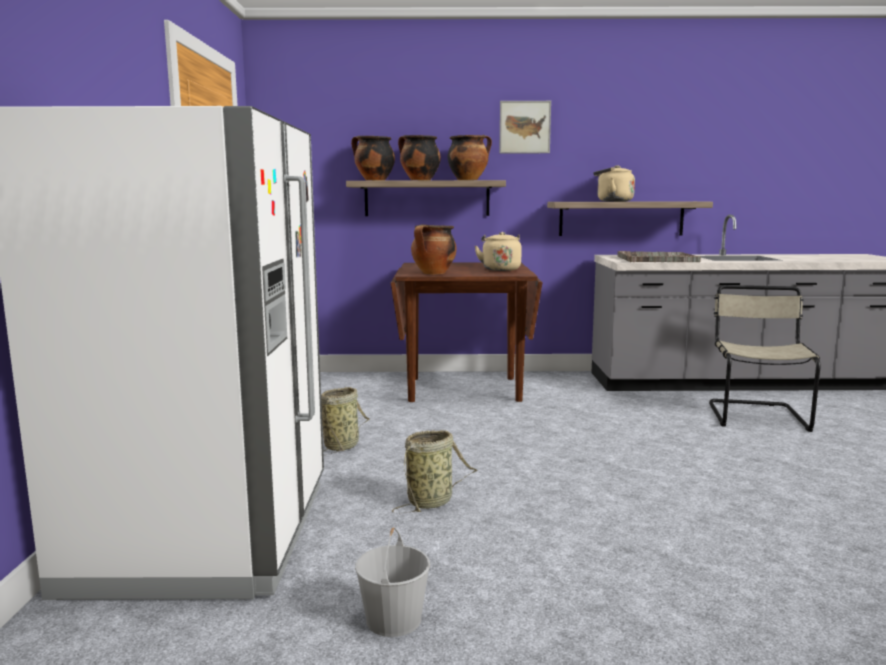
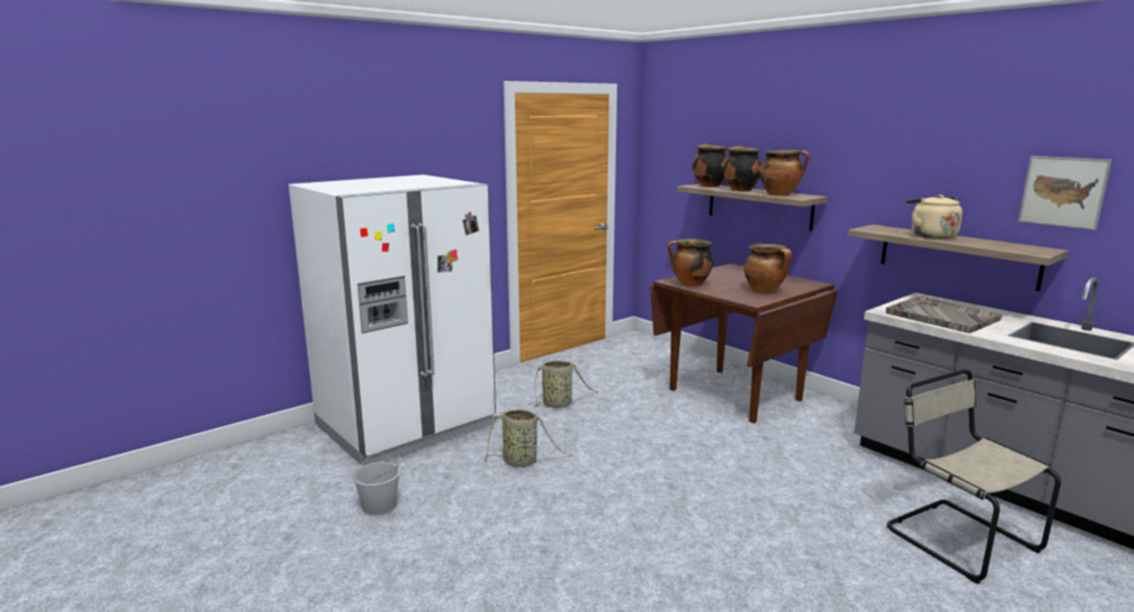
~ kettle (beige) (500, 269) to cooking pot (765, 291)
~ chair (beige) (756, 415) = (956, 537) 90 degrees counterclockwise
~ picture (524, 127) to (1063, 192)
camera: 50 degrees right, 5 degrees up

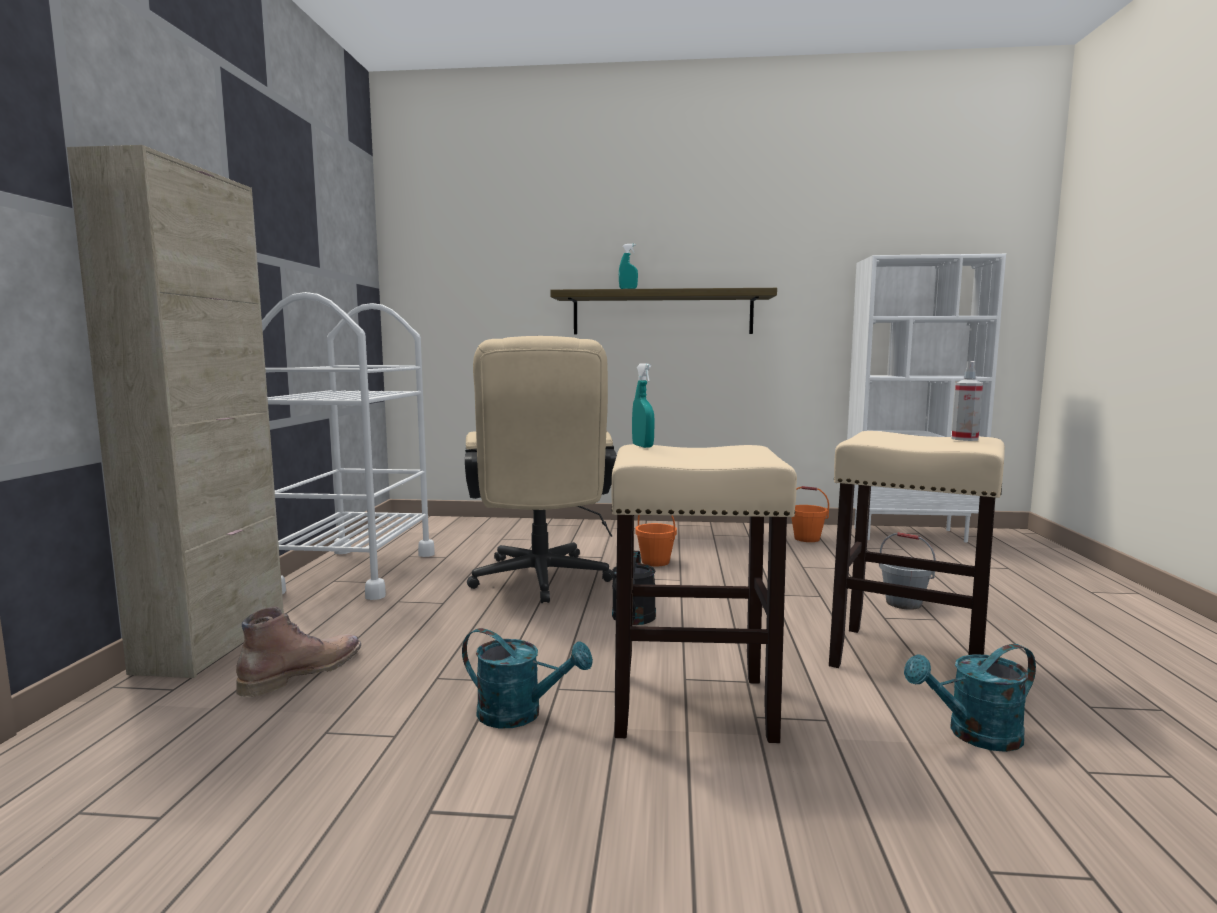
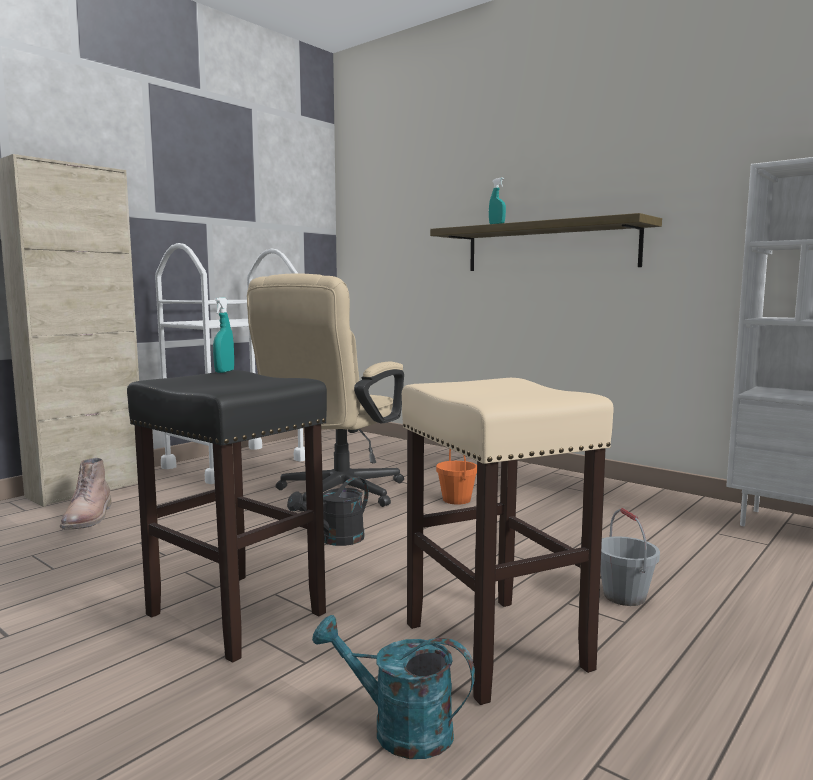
~ boot (brown) (302, 672) = (89, 518) 105 degrees clockwise
~ stool (beige) (694, 706) to stool (black) (238, 614)
- watering can (turquoise) (520, 714)
- bucket (orange) (807, 539)
- spray bottle (964, 439)
camera: 35 degrees right, 0 degrees up

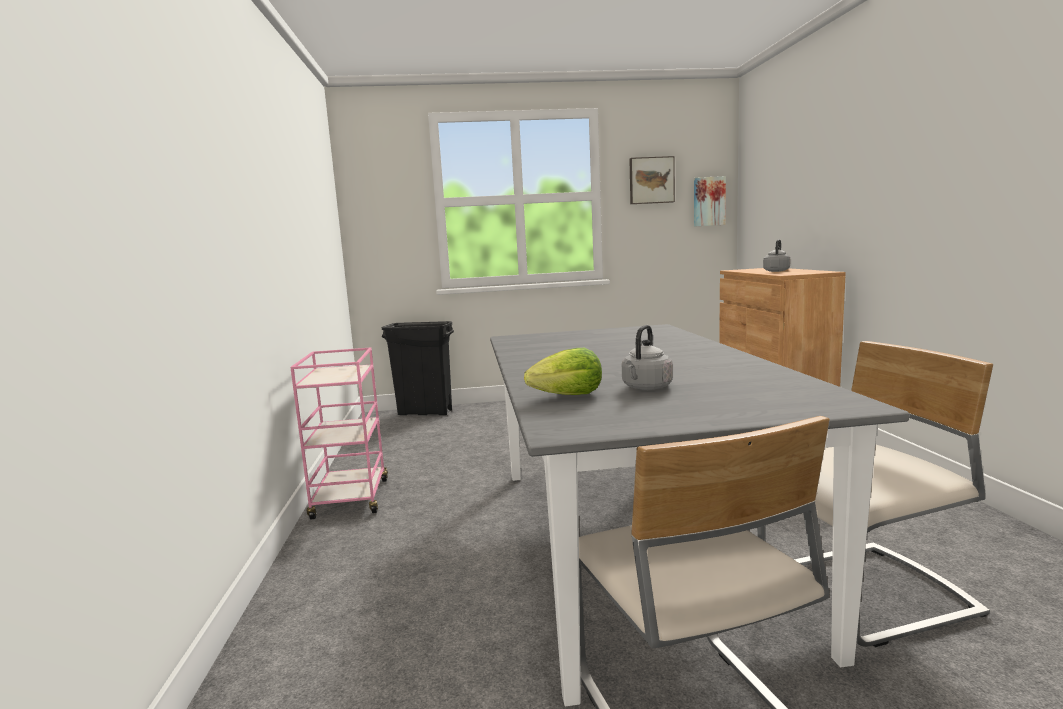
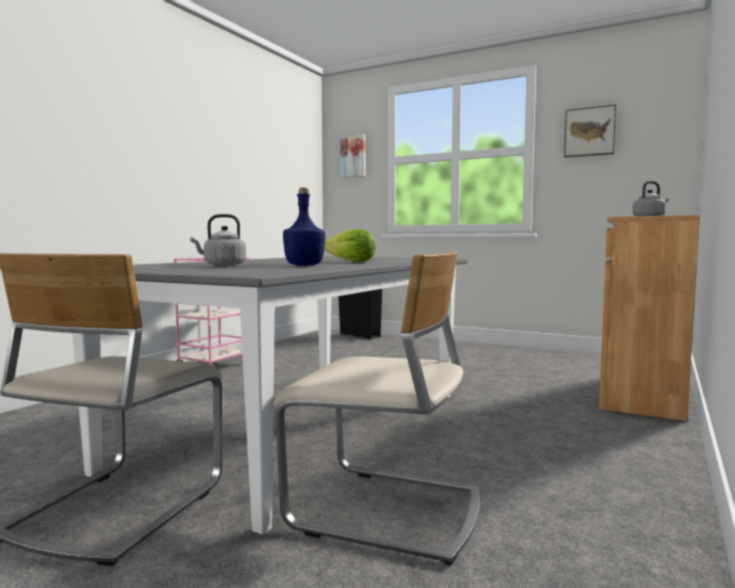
+ bottle (blue) (304, 265)
~ lettuce (568, 396) to (352, 262)
~ picture (708, 201) to (353, 156)
camera: 35 degrees right, 5 degrees down

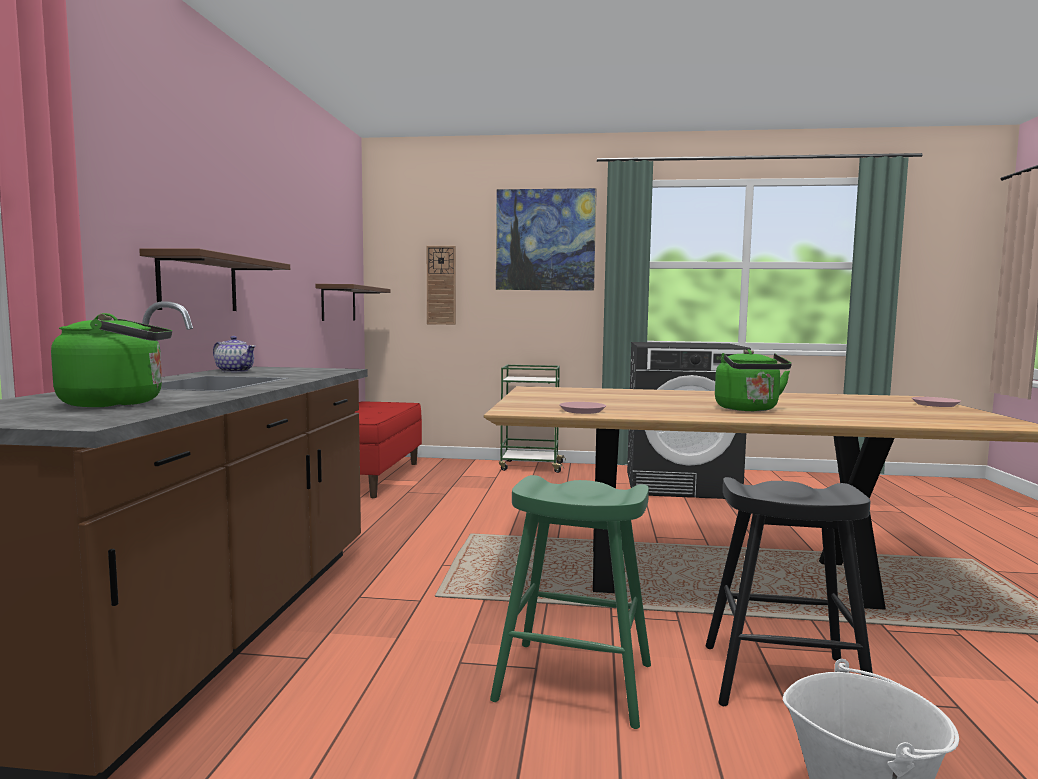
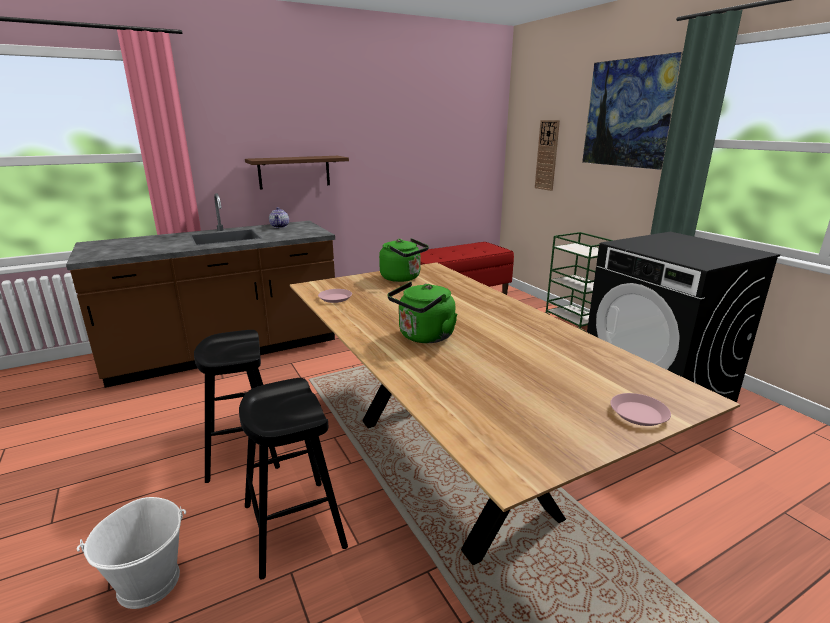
~ stool (green) (575, 682) to stool (black) (243, 450)
~ kettle (green) (119, 403) to (403, 278)
- shelf (brown) (338, 303)
camera: 55 degrees right, 15 degrees up

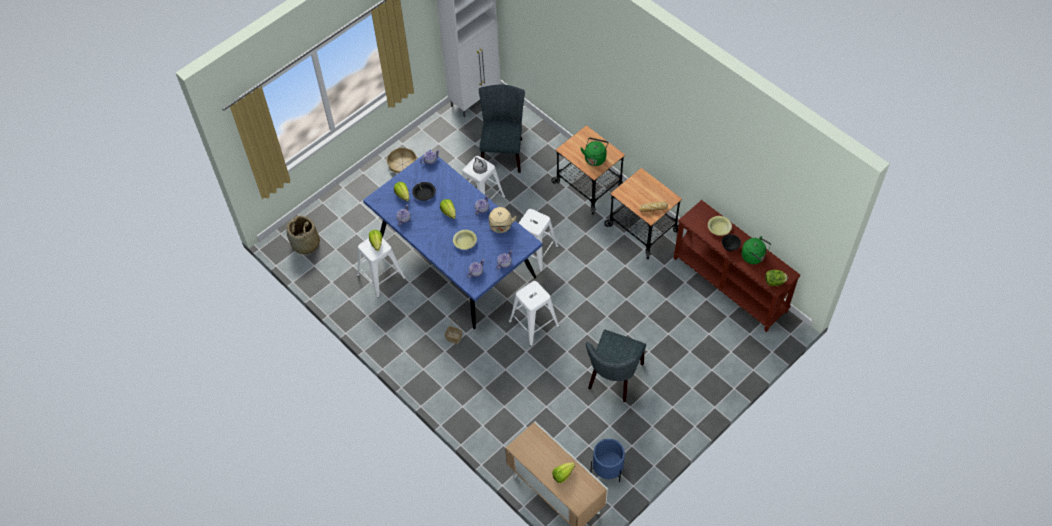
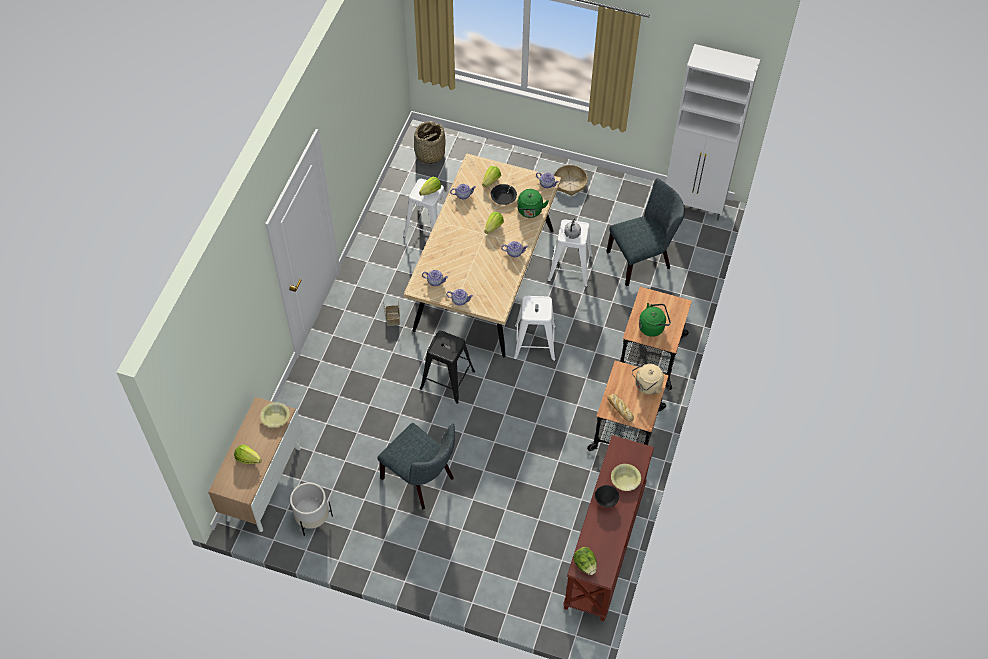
~ bowl (yellow) (465, 242) to (275, 417)
~ planter (blue) (607, 469) to planter (white) (312, 518)
~ chair (grey) (613, 379) = (421, 480) 135 degrees counterclockwise
~ dining table (blue) (455, 259) to dining table (beige) (484, 279)
~ stool (white) (533, 324) to stool (black) (446, 380)
~ kettle (green) (754, 257) to (530, 211)
~ kettle (beige) (501, 227) to (646, 386)
camera: 60 degrees right, 0 degrees up

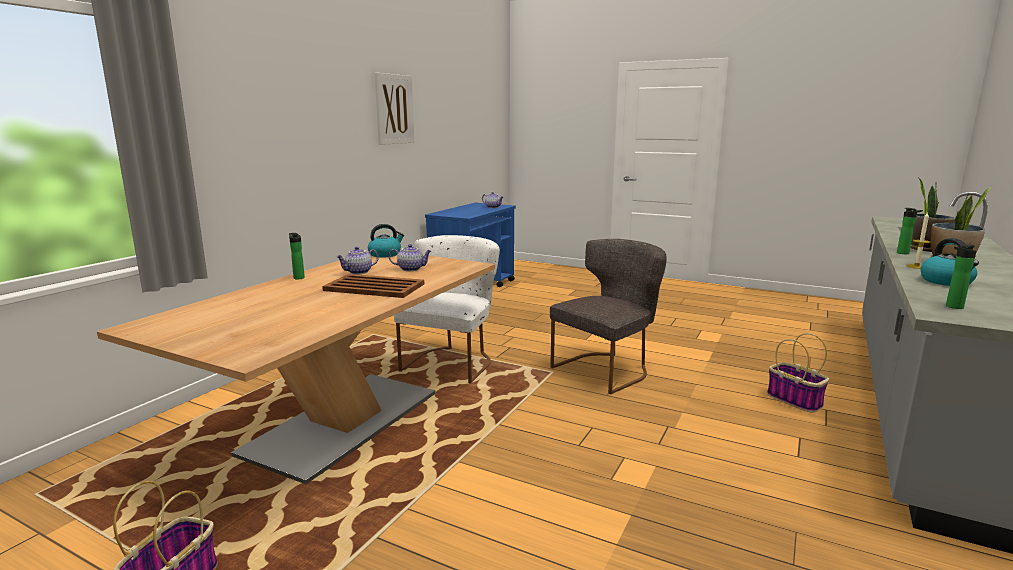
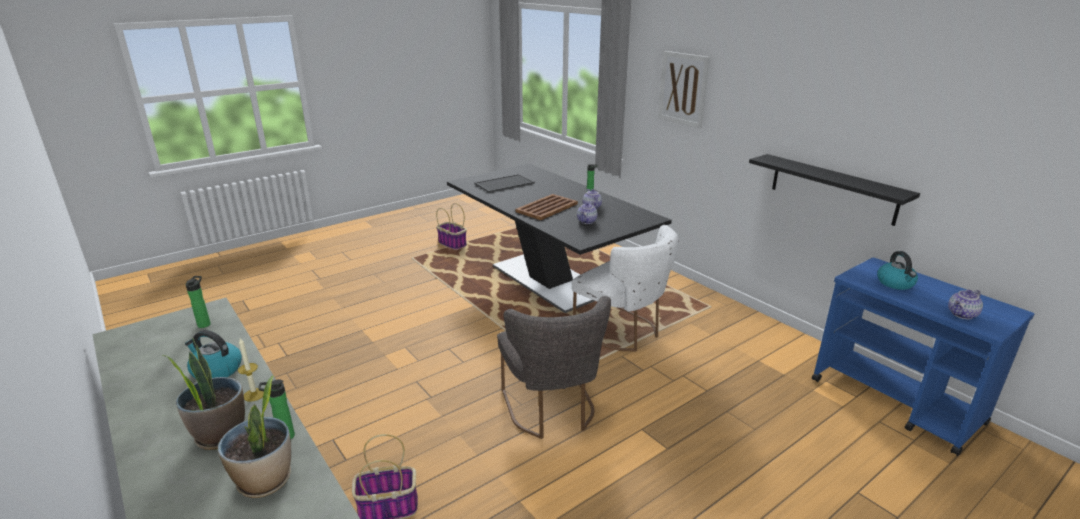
~ dining table (beige) (344, 423) to dining table (black) (549, 280)
+ tray (504, 184)
~ picture (394, 109) to (683, 89)
+ shelf (black) (832, 189)
~ kettle (385, 254) to (895, 283)
camera: 115 degrees right, 10 degrees up

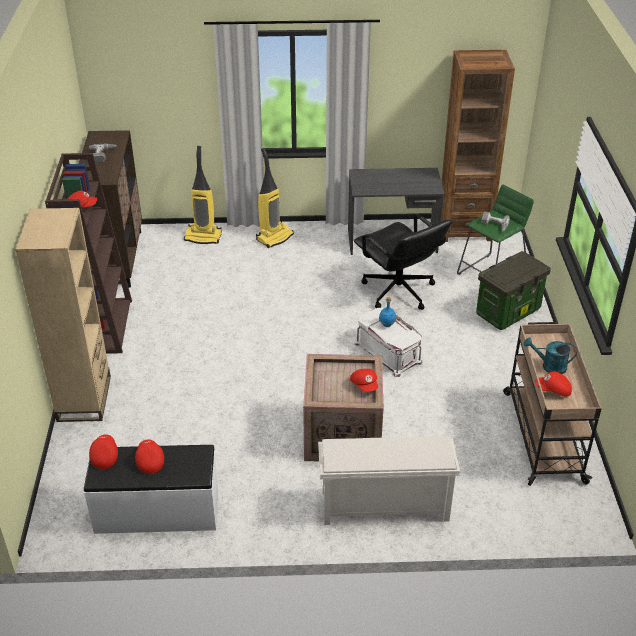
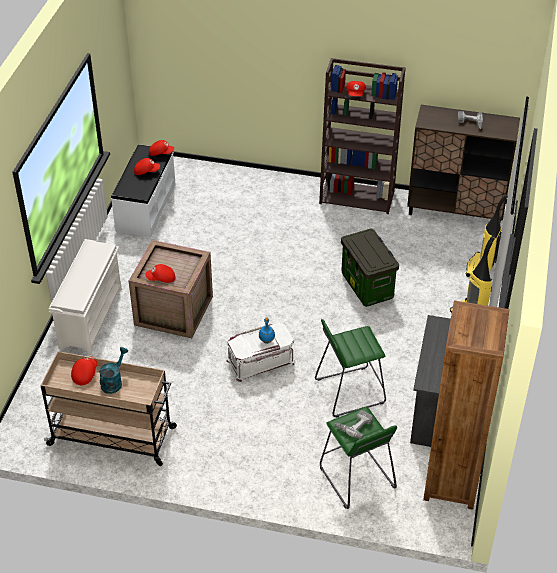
~ office chair (black) (398, 292) to stool (green) (349, 391)
~ storage box (508, 311) to (368, 286)
- bookcase (beige) (84, 398)
camera: 105 degrees right, 5 degrees up

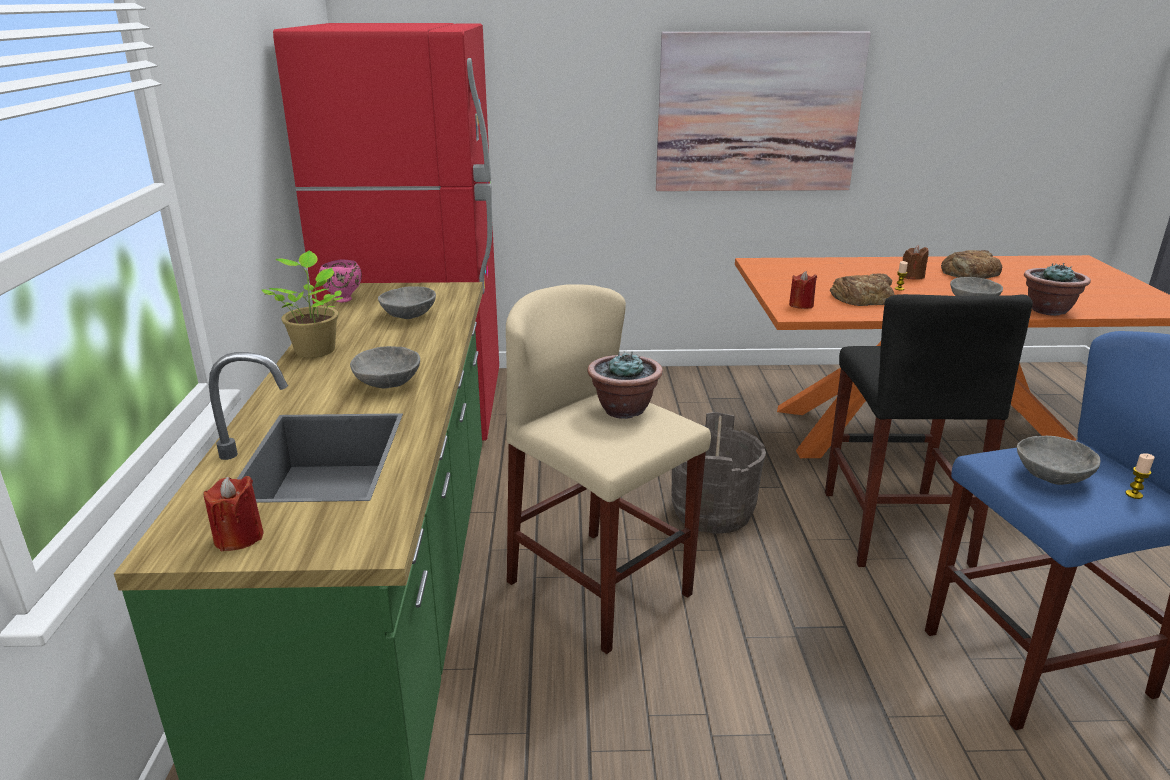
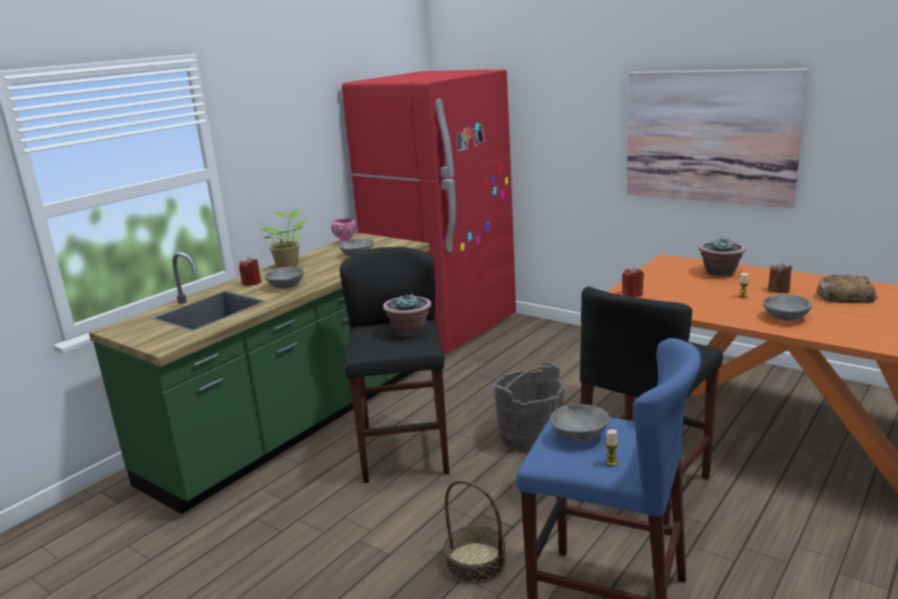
~ candle (red) (239, 537) to (252, 283)
~ stool (beige) (599, 588) to stool (black) (405, 451)
+ basket (475, 562)
~ potted plant (1048, 310) to (720, 273)
- bread (862, 297)
camera: 40 degrees right, 5 degrees down

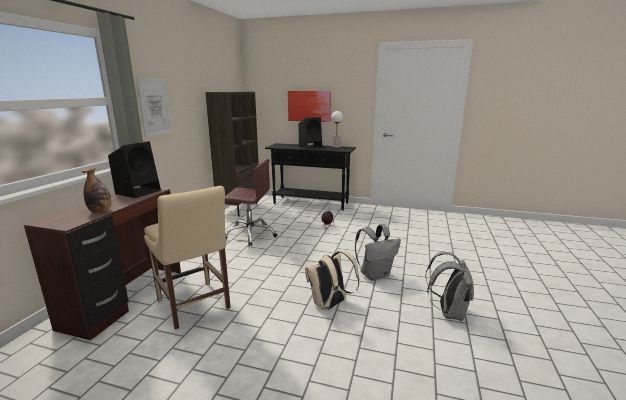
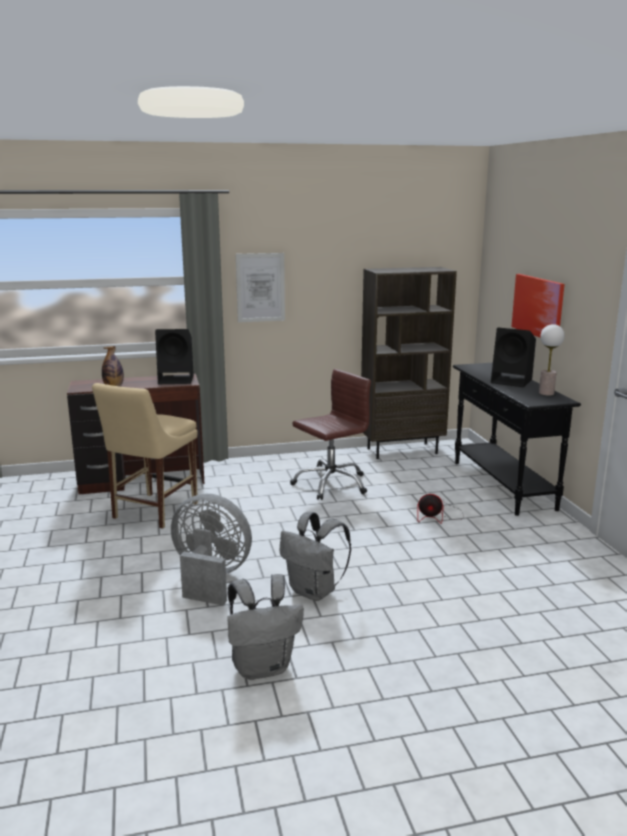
~ backpack (beige) (330, 305) to fan (grey) (210, 578)
~ office chair (brown) (250, 235) = (331, 484) 105 degrees counterclockwise
camera: 60 degrees right, 0 degrees up

